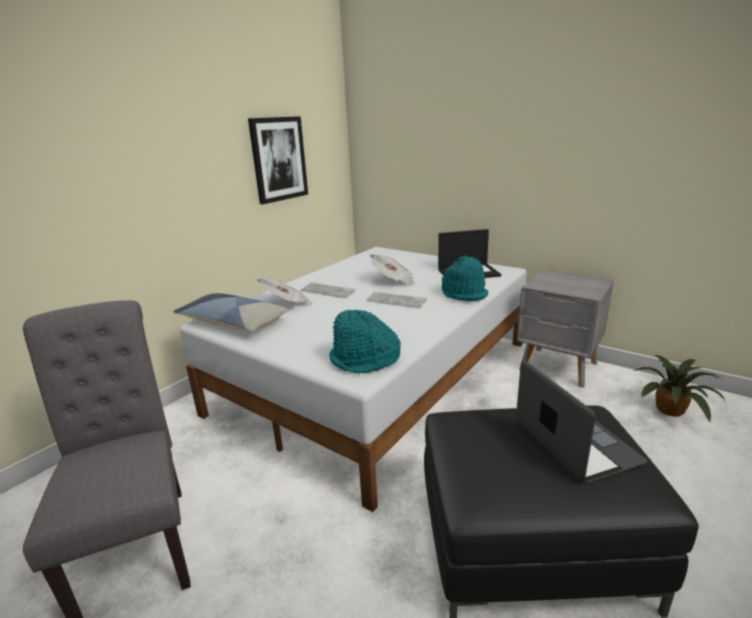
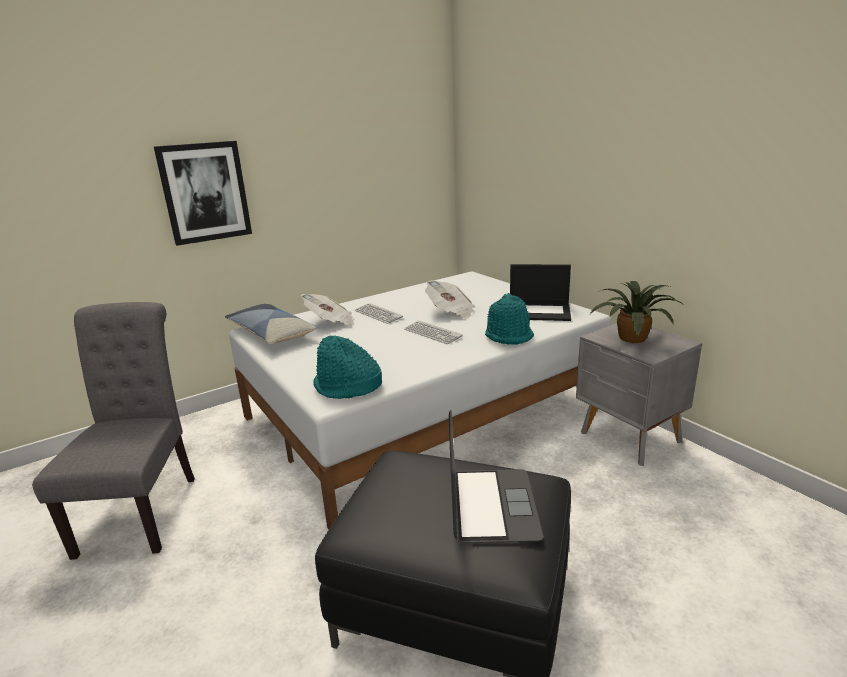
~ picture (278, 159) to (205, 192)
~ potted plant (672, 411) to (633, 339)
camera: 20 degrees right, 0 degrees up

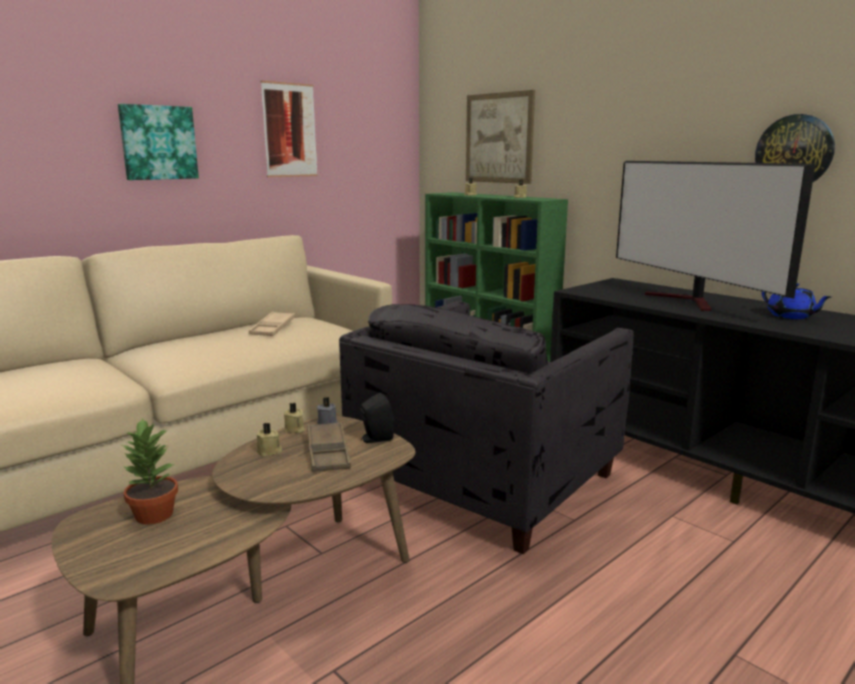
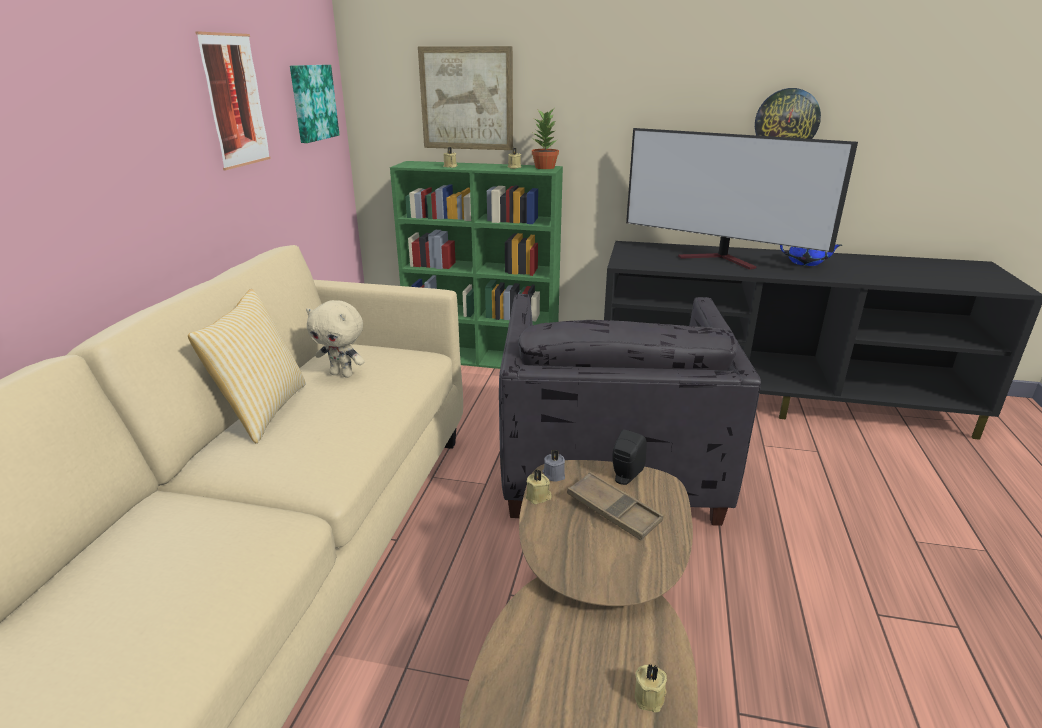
+ pillow (262, 411)
~ picture (158, 142) to (312, 102)
~ tray (beige) (273, 328) to plush toy (beige) (342, 374)
~ potted plant (154, 515) to (545, 167)
~ candle (beige) (269, 451) to (650, 697)
camera: 35 degrees left, 10 degrees up

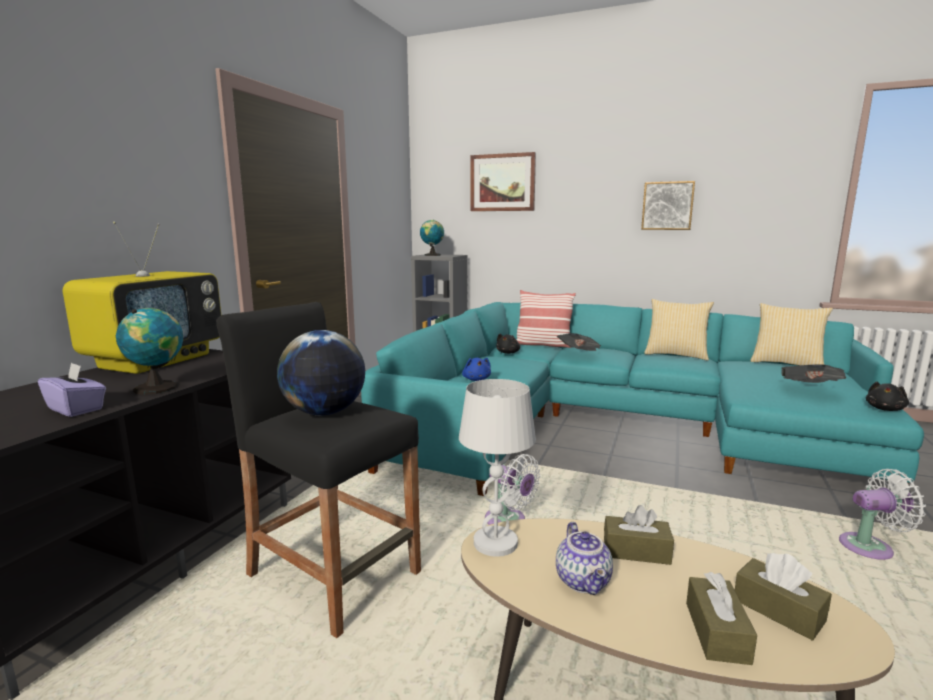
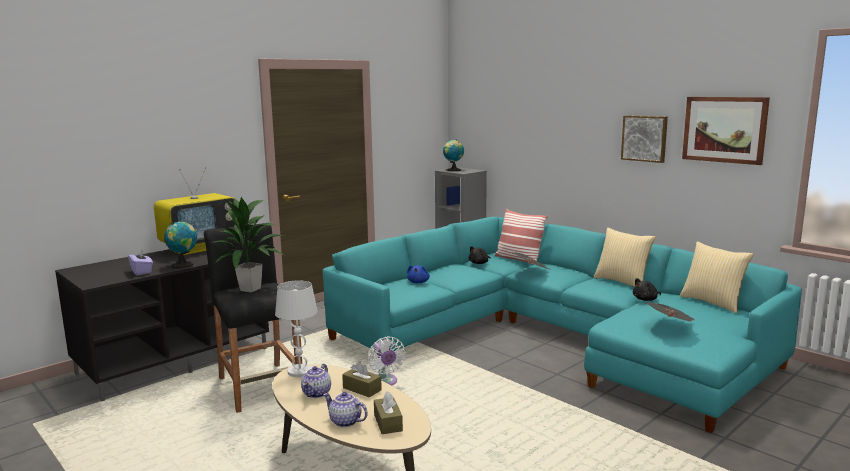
~ globe (324, 412) to potted plant (251, 289)
~ tissue box (brown) (717, 632) to teapot (344, 422)
~ plush toy (black) (885, 409) to (646, 299)
~ picture (502, 182) to (724, 129)
- fan (white) (870, 547)
camera: 25 degrees right, 0 degrees up

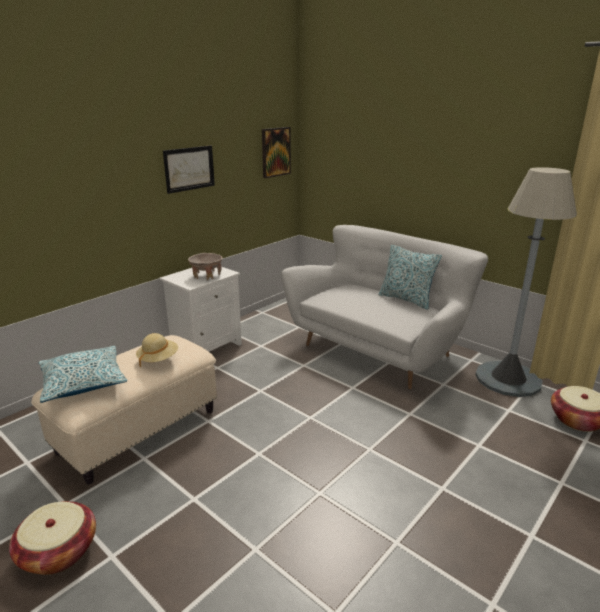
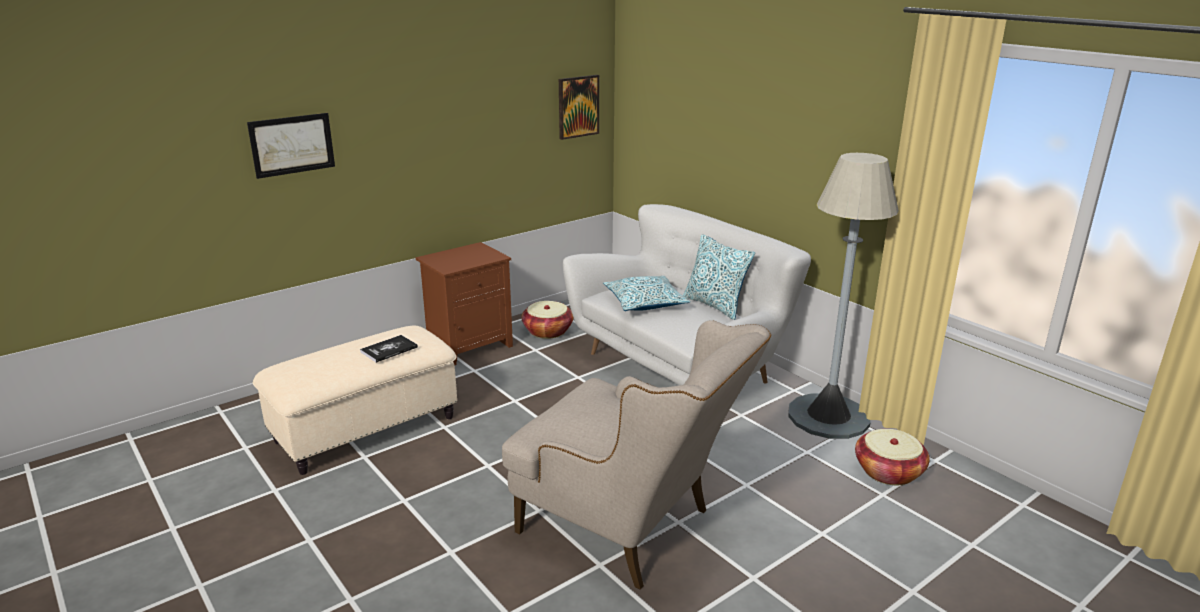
~ picture (189, 168) to (292, 145)
~ hat (beige) (158, 359) to book (389, 350)
~ nightstand (white) (206, 347) to nightstand (brown) (470, 345)
+ armchair (beige) (630, 529)
~ basket (58, 552) to (547, 331)
~ pillow (83, 382) to (645, 303)
- bowl (beige) (206, 276)
camera: 10 degrees right, 0 degrees up

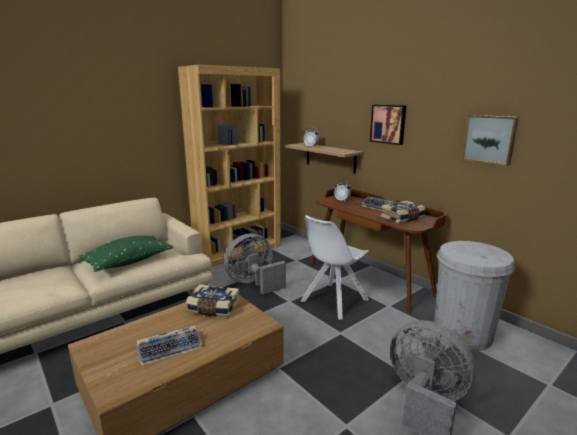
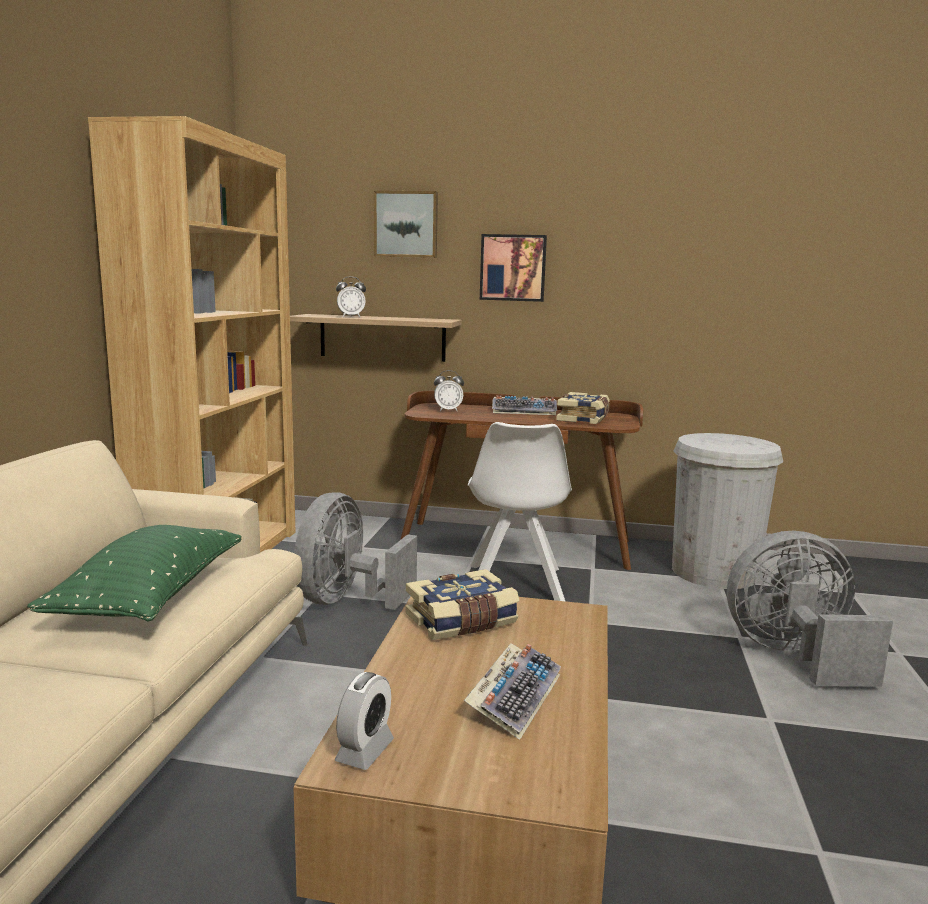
+ alarm clock (365, 751)
~ picture (490, 139) to (406, 224)
camera: 40 degrees left, 5 degrees down

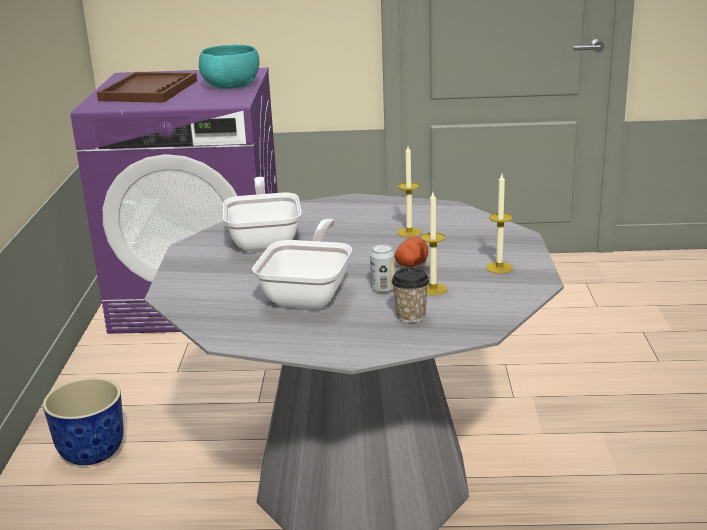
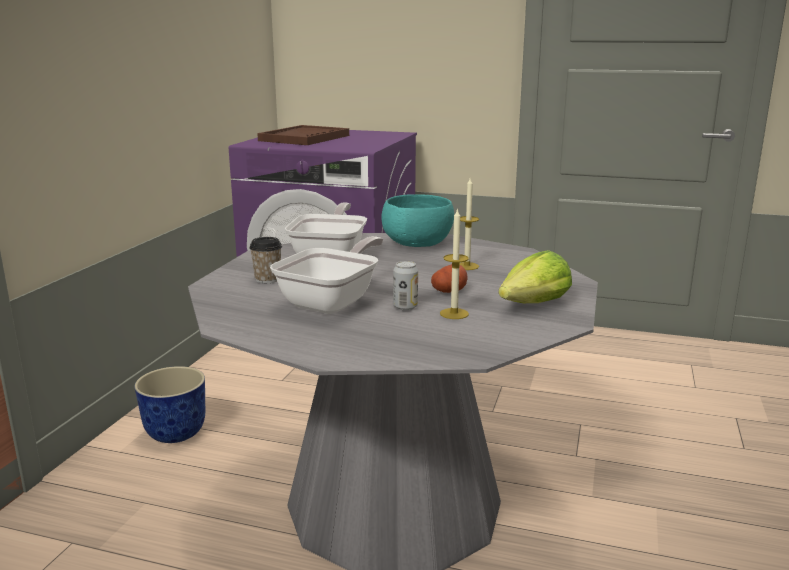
~ cup (410, 316) to (267, 279)
~ bowl (turquoise) (230, 86) to (417, 243)
~ candle (499, 267) to lettuce (534, 305)
camera: 15 degrees right, 5 degrees down

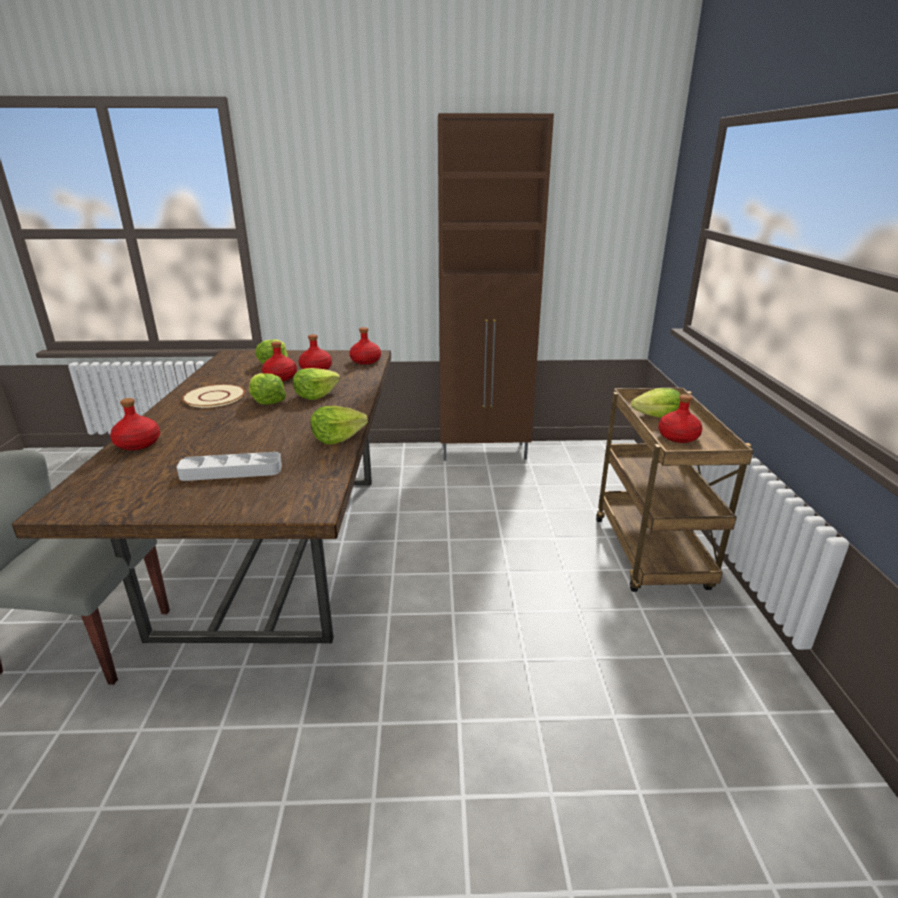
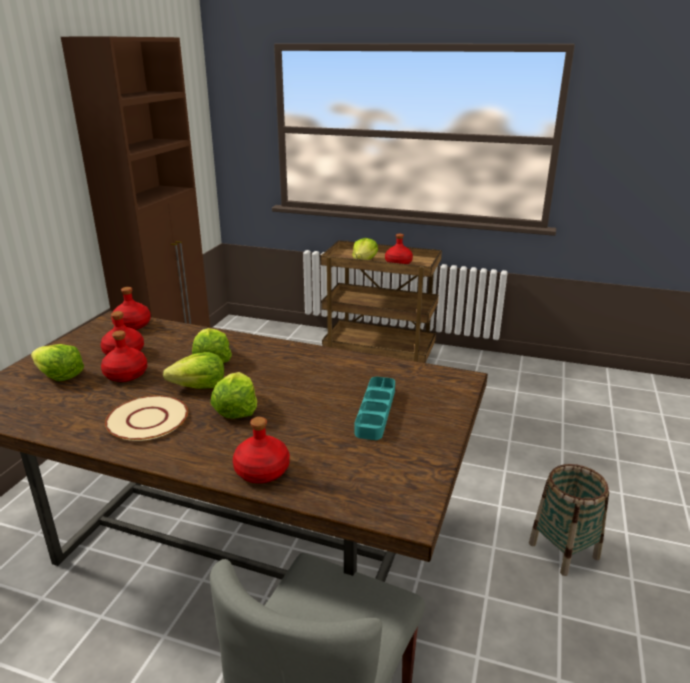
~ lettuce (337, 438) to (235, 409)
~ tray (grey) (231, 471) to tray (turquoise) (375, 411)
+ basket (564, 550)
camera: 70 degrees left, 0 degrees up

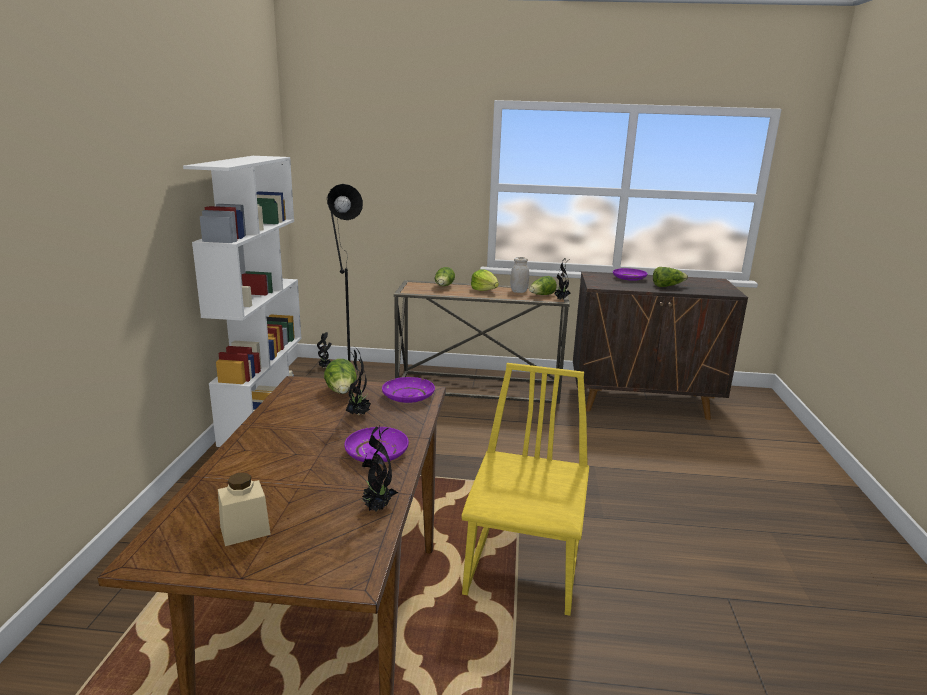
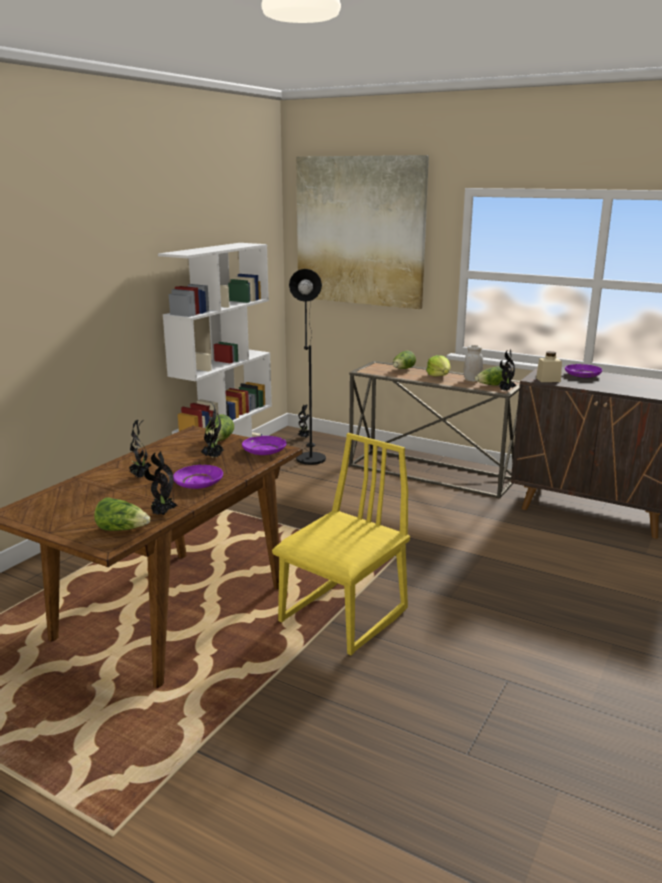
~ lettuce (667, 286) to (122, 529)
+ potted plant (140, 477)
+ picture (360, 231)
~ jar (beige) (245, 530) to (548, 380)
camera: 25 degrees right, 0 degrees up

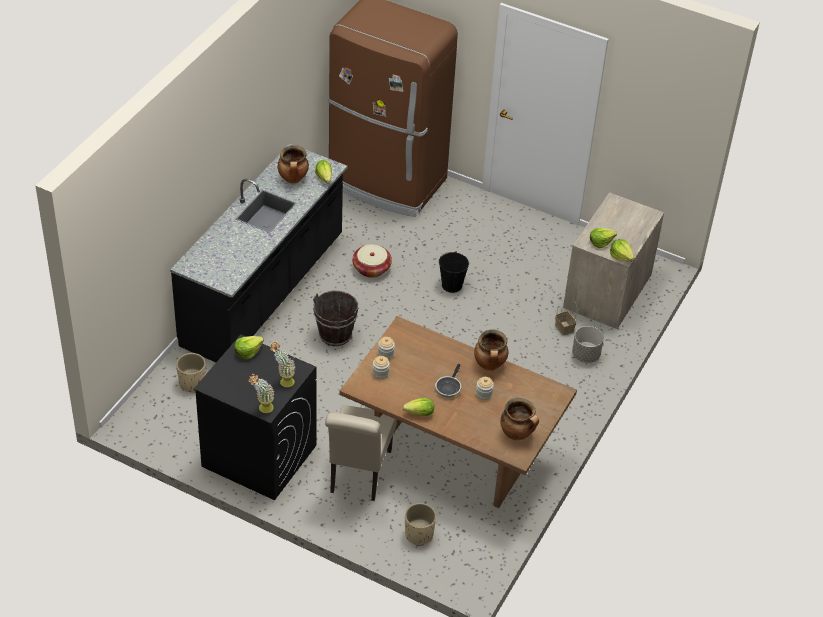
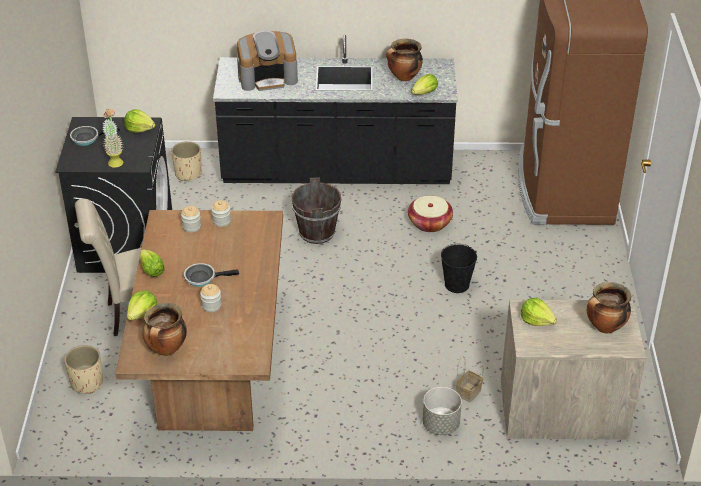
+ frying pan (87, 138)
~ lettuce (621, 256) to (142, 313)
+ coffee machine (268, 77)
~ cooking pot (490, 365) to (605, 327)
- potted plant (262, 409)
camera: 65 degrees right, 5 degrees down

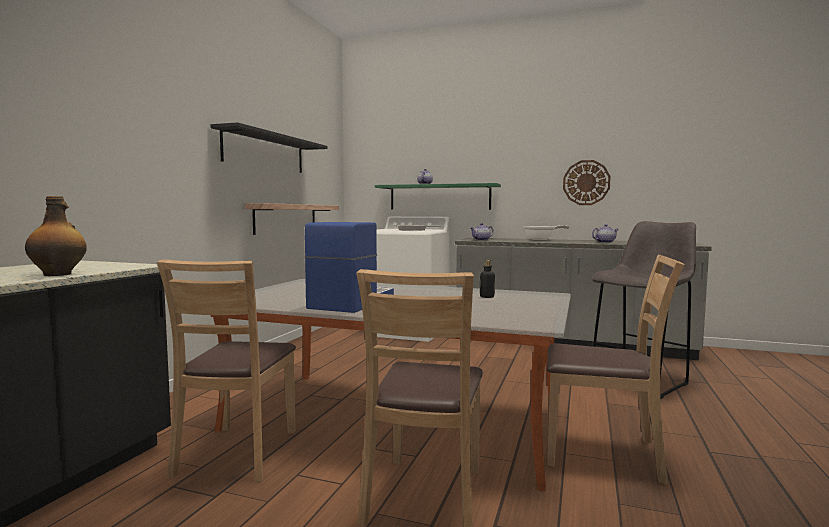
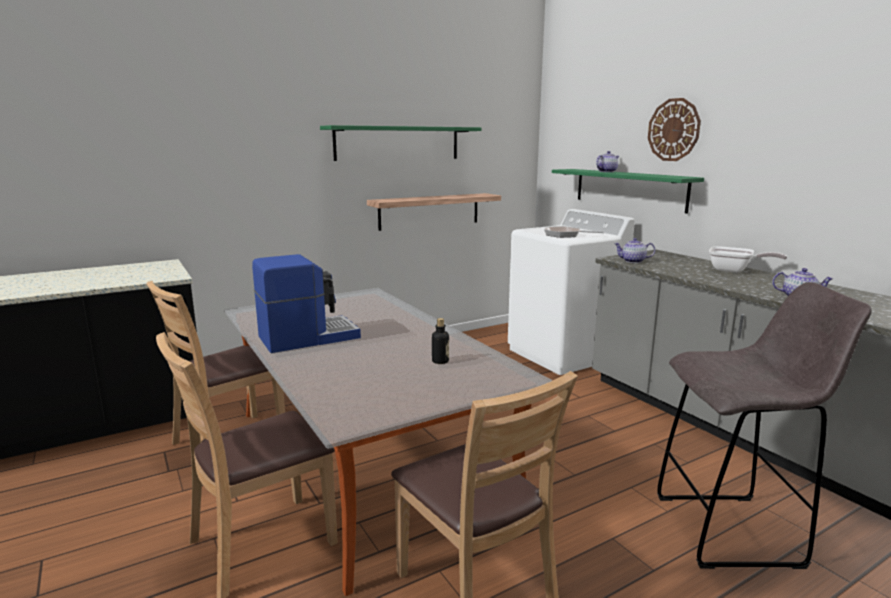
~ shelf (black) (265, 152) to shelf (green) (398, 143)
~ wall clock (586, 182) to (673, 130)
- bottle (59, 274)
camera: 40 degrees right, 10 degrees up

